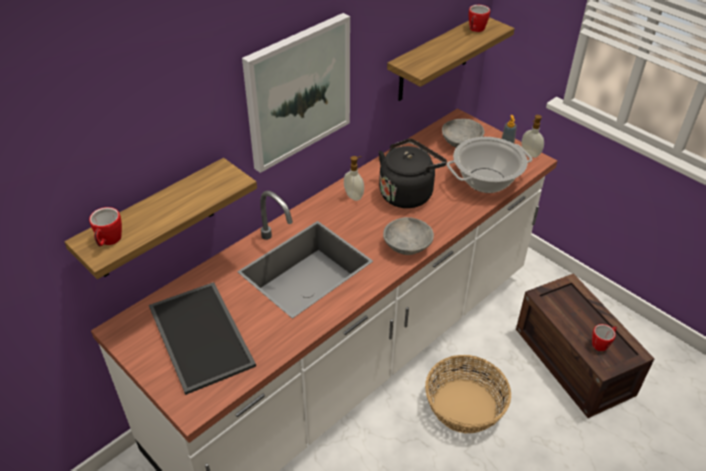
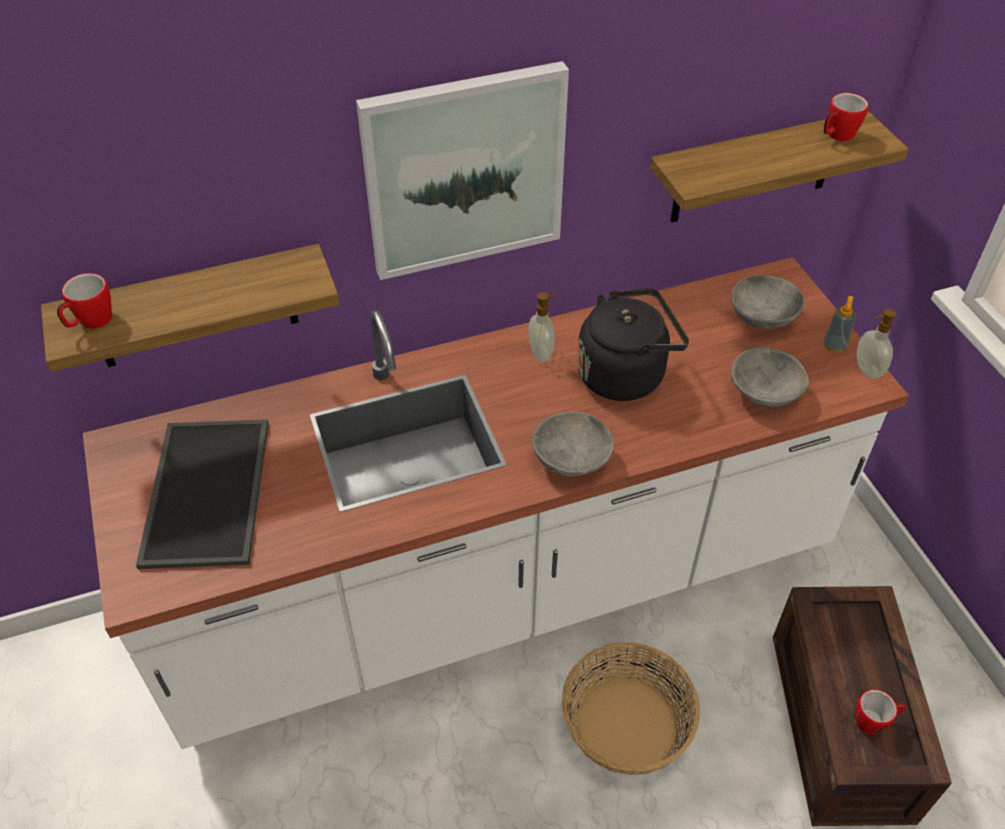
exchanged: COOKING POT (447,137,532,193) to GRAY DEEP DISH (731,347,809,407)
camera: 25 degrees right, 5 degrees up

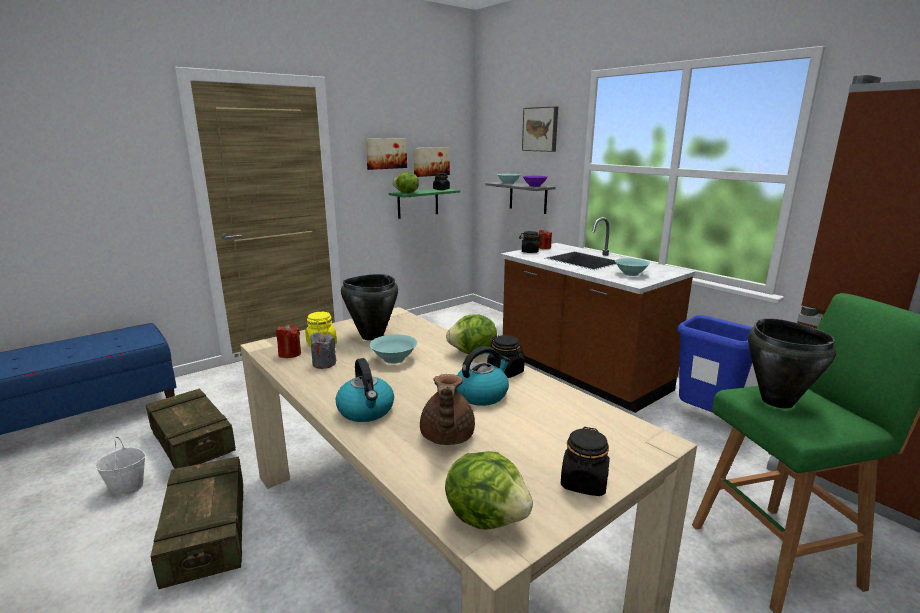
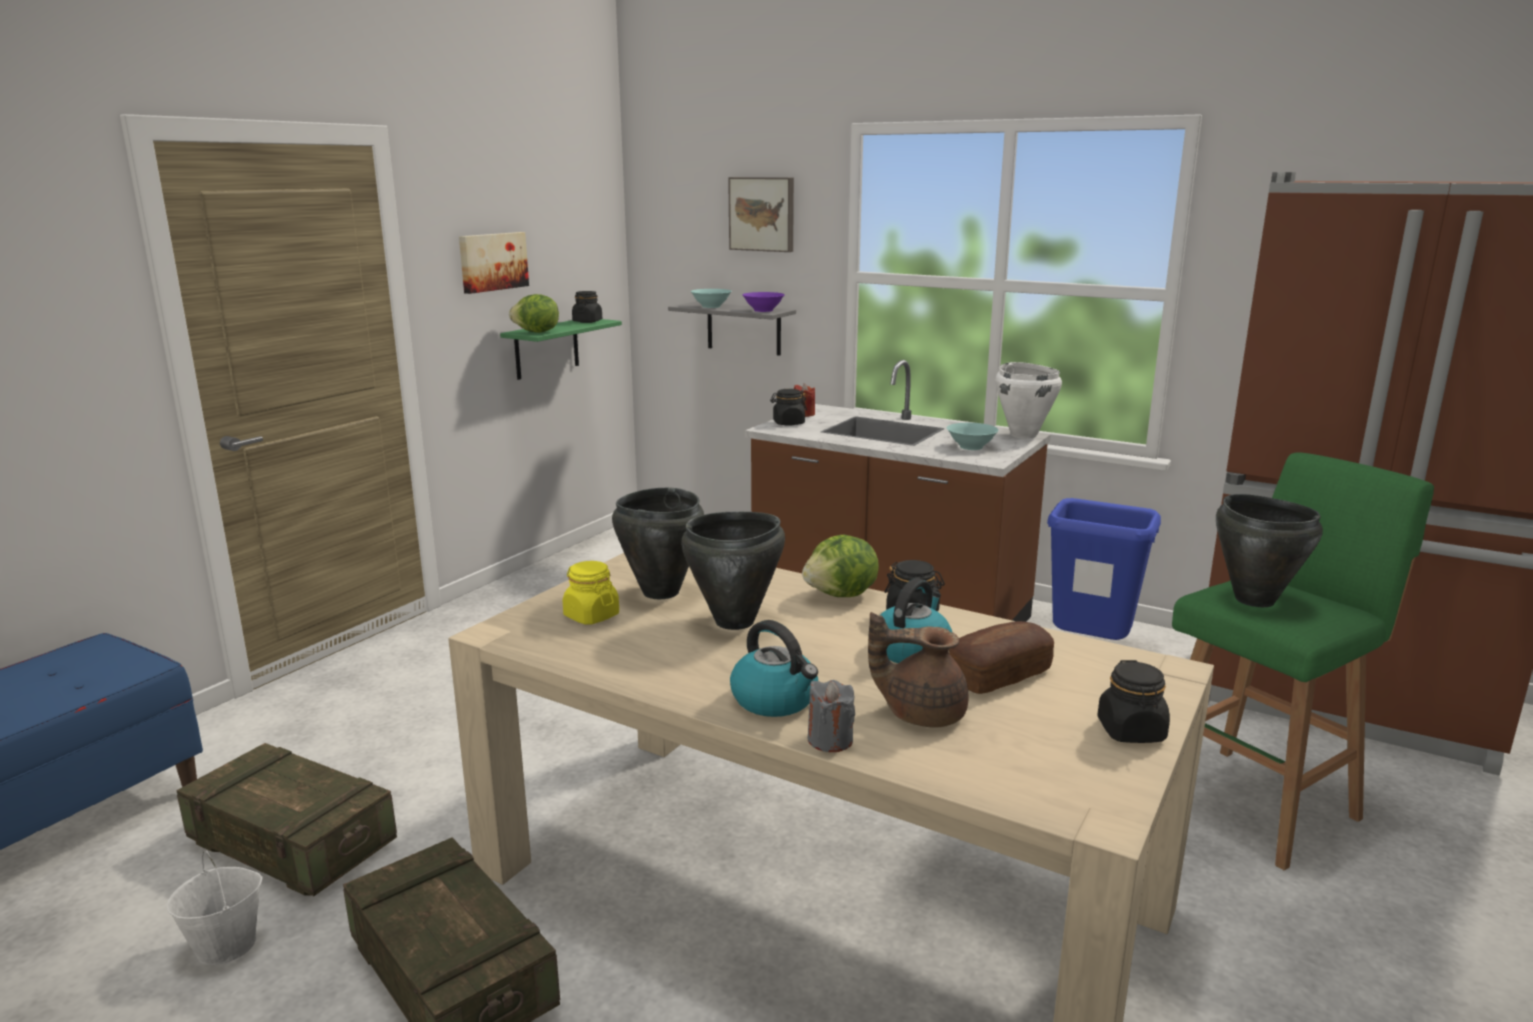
missing: WALL ART (413,147,450,177); RED-COLOURED CANDLE (276,324,301,358); LETTUCE HEAD (445,451,533,530)
appeared: WHITISH COOKING POT (995,362,1062,439); BAKERY BREAD (949,621,1054,694)
relocated: GRAY CANDLE (310,332,336,369) to (807,680,855,752)
exchanged: TURQUOISE-COLOURED DEEP DISH (369,334,417,364) to BLACK-COLOURED COOKING POT (681,512,785,630)
spun: BROWN TEAPOT (420,374,475,445) = (868,612,969,728) 120 degrees clockwise
camera: 20 degrees left, 0 degrees up

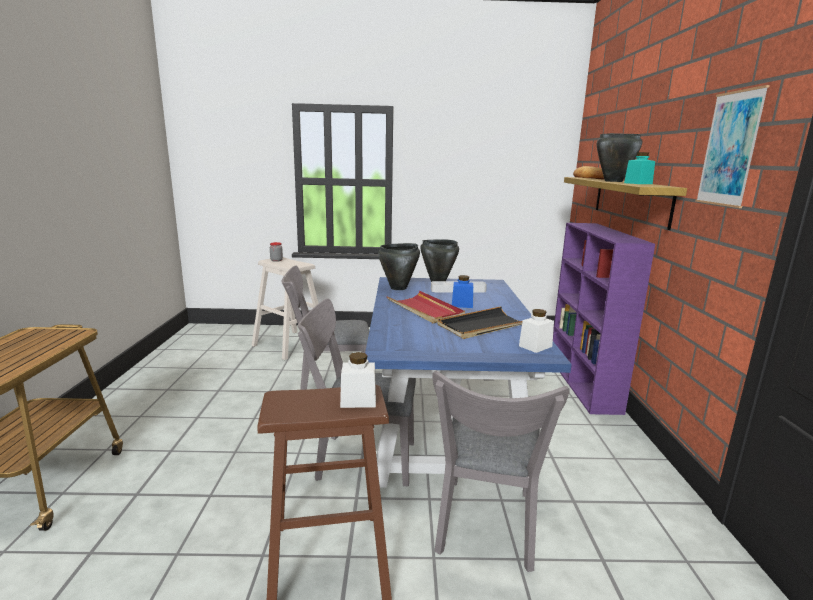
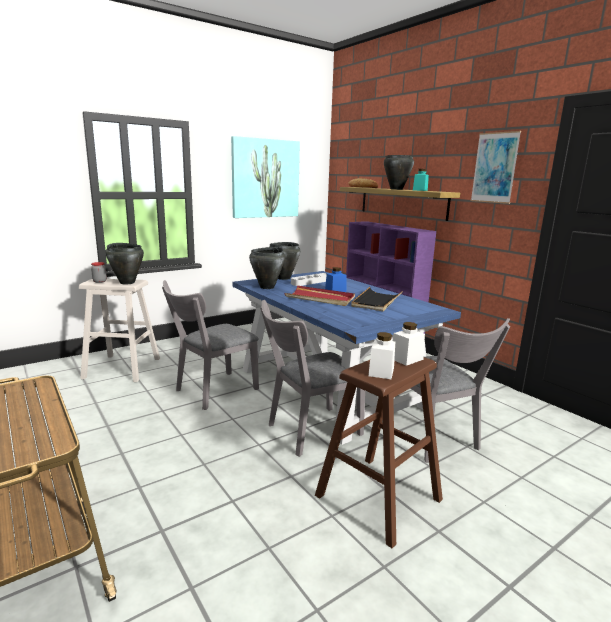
appeared: WALL ART (231,136,300,218); BLACK-COLOURED COOKING POT (105,243,144,284)
relocated: WHITISH PRESERVE JAR (519,309,554,353) to (368,332,395,379)
camera: 35 degrees left, 0 degrees up

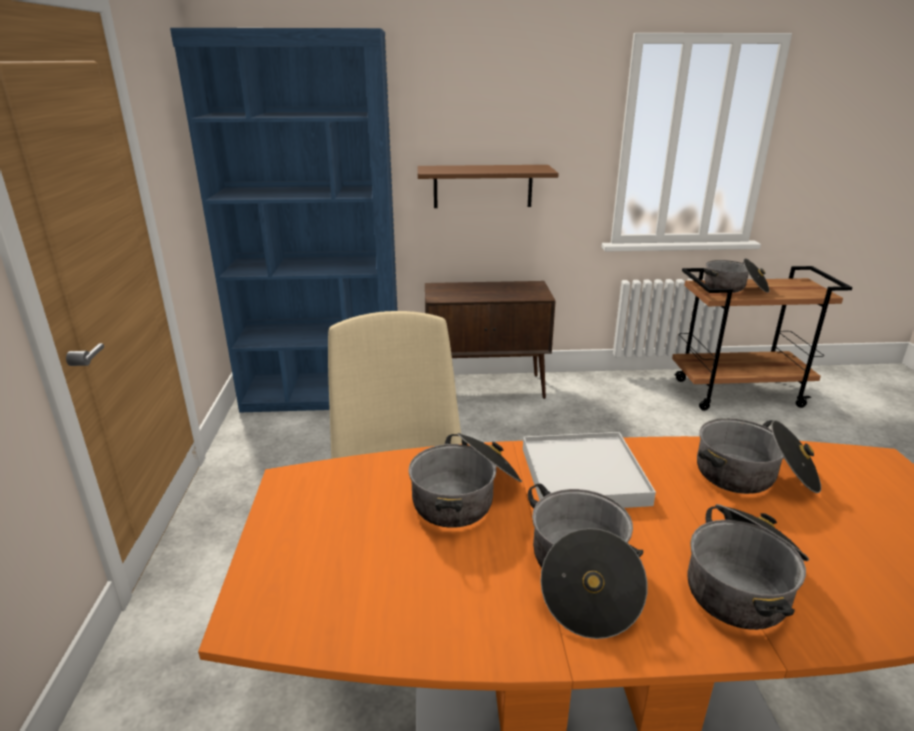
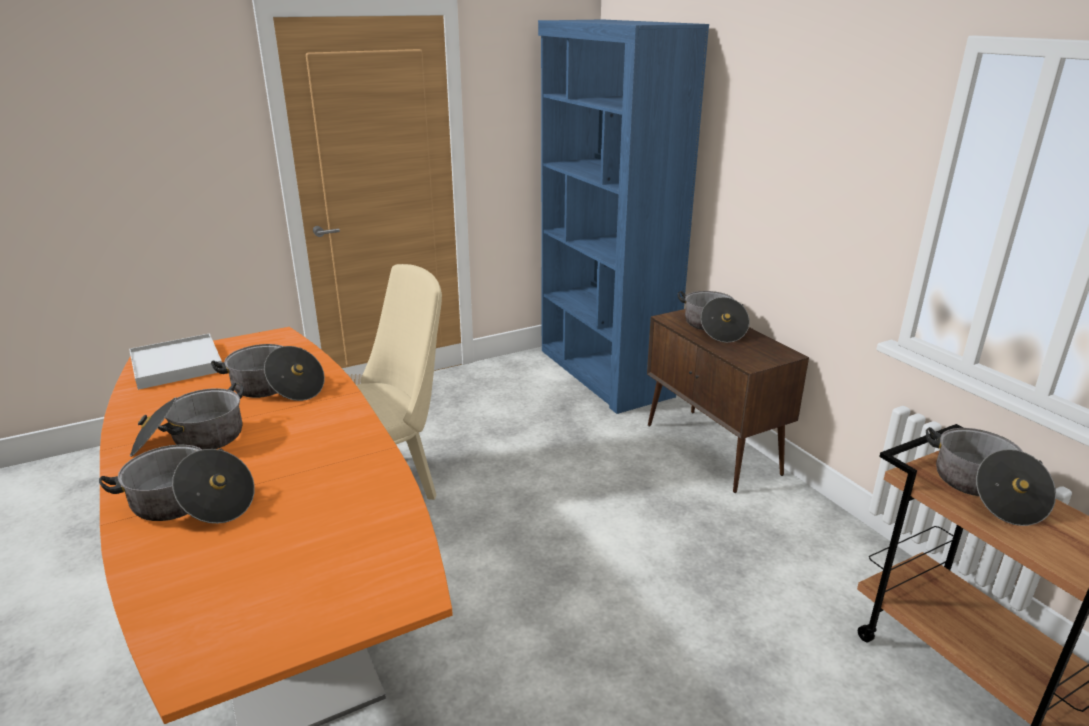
missing: BROWN SHELF (418,165,559,208)
relocated: COOKING POT (697,418,821,494) to (678,291,750,343); WHITISH TRAY (523,432,656,508) to (129,333,222,390)
camera: 65 degrees right, 0 degrees up

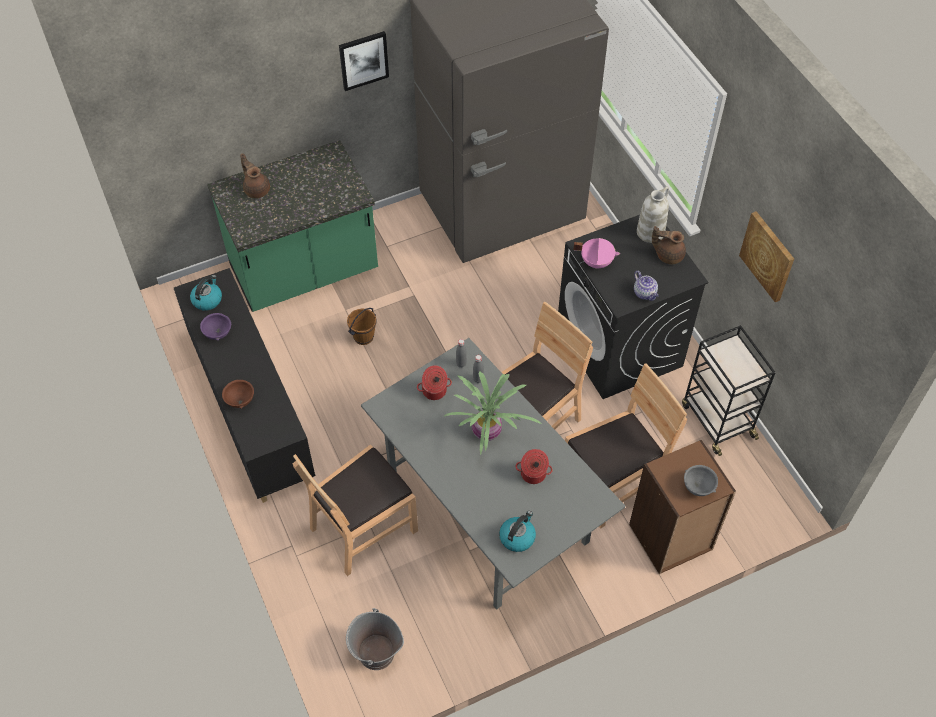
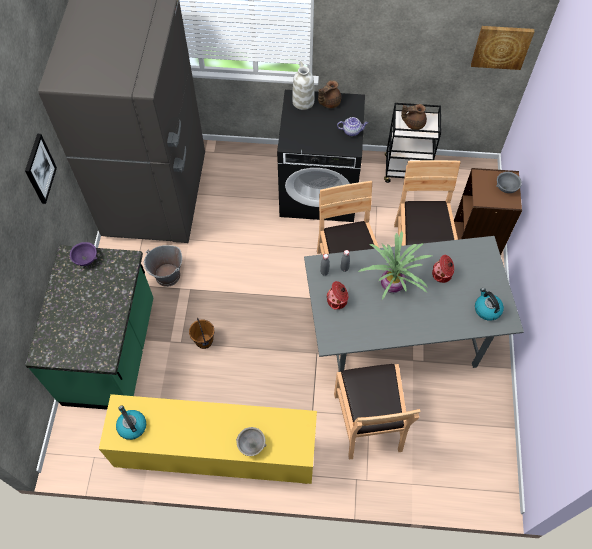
missing: PINKISH COOKING POT (573,238,620,269)
relocated: BROWN TEAPOT (240,153,270,198) to (401,104,427,130); WALL ART (739,211,794,302) to (471,26,534,70); PURPLISH DEEP DISH (200,313,231,340) to (70,242,97,266); GRAY PAIL (346,608,404,670) to (144,245,182,287)
colour: BLACK-COLOURED CUPBOARD (174,268,315,503) to YELLOW CUPBOARD (99,394,317,484); BROWN DEEP DISH (222,380,254,409) to GRAY DEEP DISH (236,427,267,456)
camera: 60 degrees left, 5 degrees up

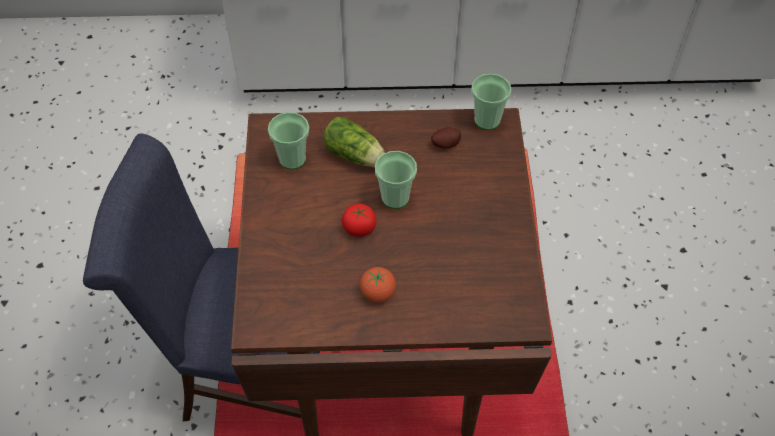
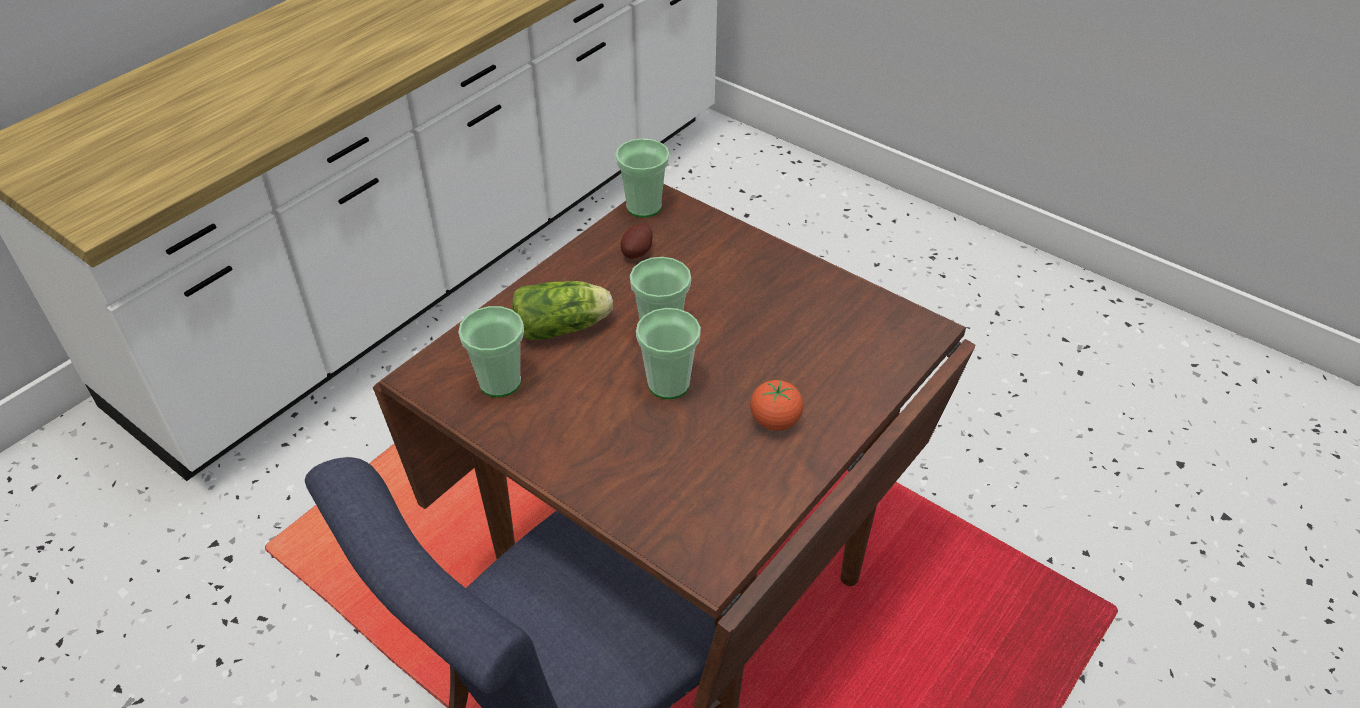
exchanged: FRESH TOMATO (342,204,376,237) to CUP (636,308,701,399)
camera: 50 degrees left, 10 degrees down

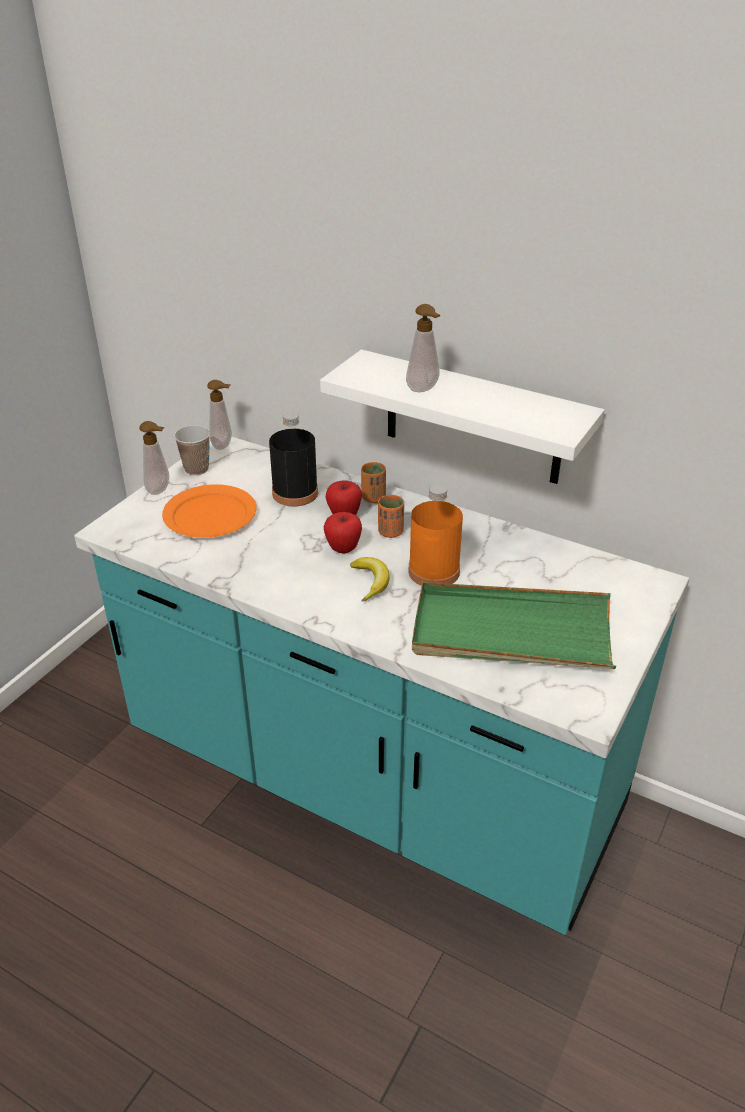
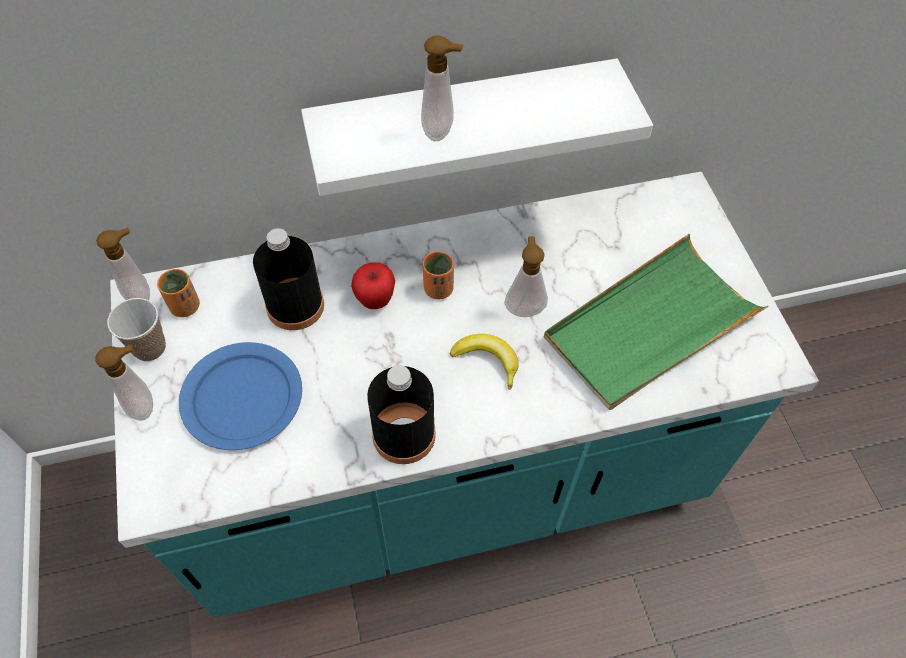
missing: APPLE (324,512,362,553)
appeared: BLACK-COLOURED BEVERAGE BOTTLE (367,365,436,464)
relocated: ORANGE CUP (361,462,386,503) to (157,269,200,317)
exchanged: ORANGE BEVERAGE BOTTLE (408,484,463,586) to SOAP BOTTLE (504,236,548,317)
colour: ORANGE DINNER PLATE (162,484,257,538) to BLUE DINNER PLATE (179,342,302,450)
camera: 45 degrees left, 20 degrees up

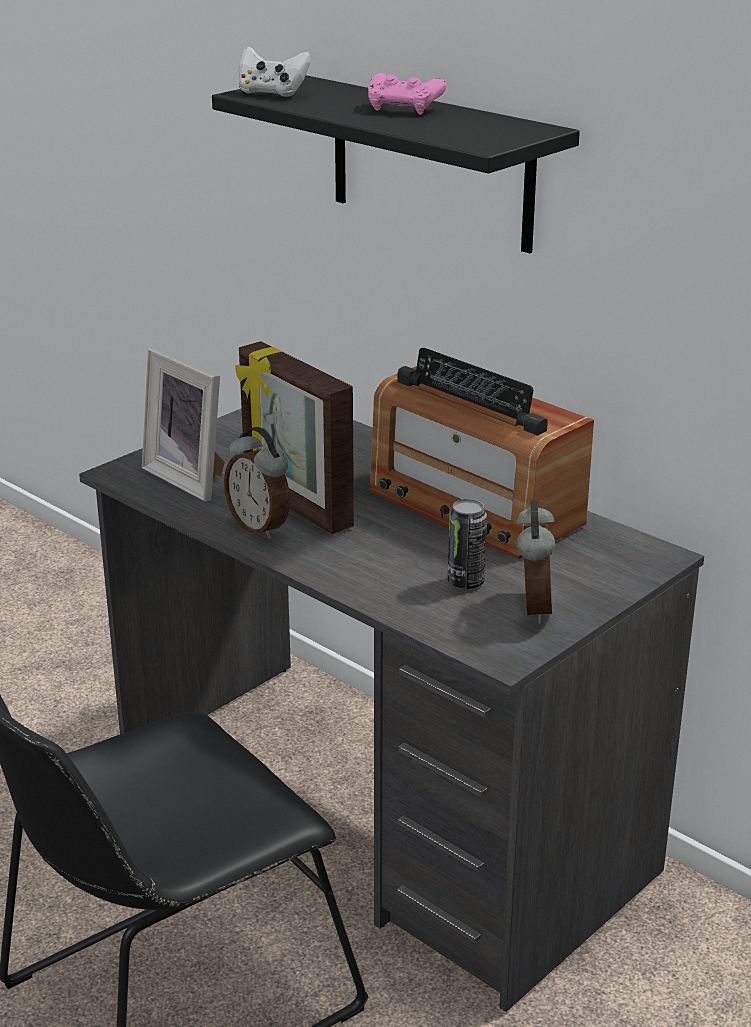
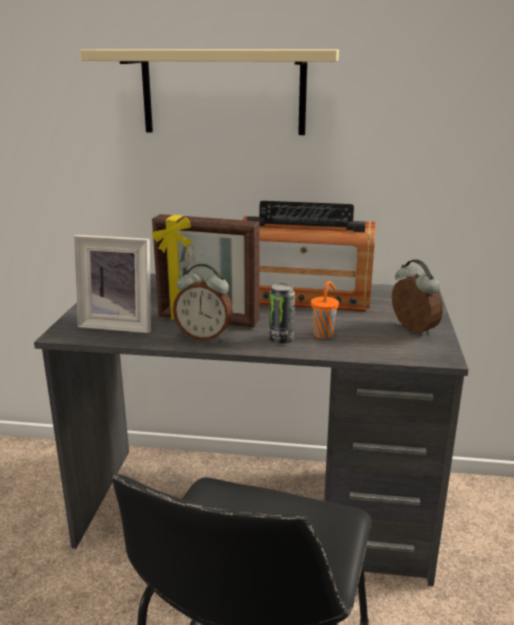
missing: WHITISH GAME CONTROLLER (239,47,311,97); PINKISH GAME CONTROLLER (368,73,447,115)
appeared: ORANGE CUP (311,281,339,339)
relocated: CAN (448,499,487,589) to (269,283,295,344)
colour: BLACK-COLOURED SHELF (212,75,580,253) to SAND-COLOURED SHELF (80,49,339,135)
camera: 35 degrees left, 5 degrees down

